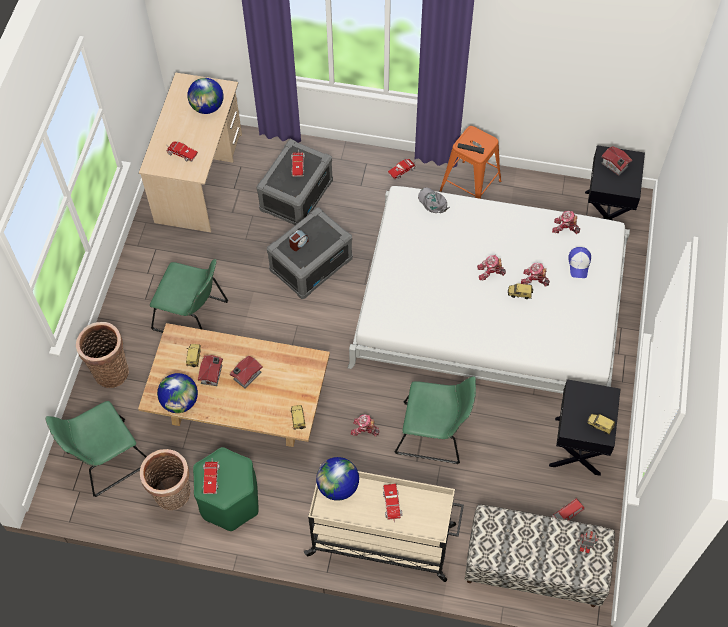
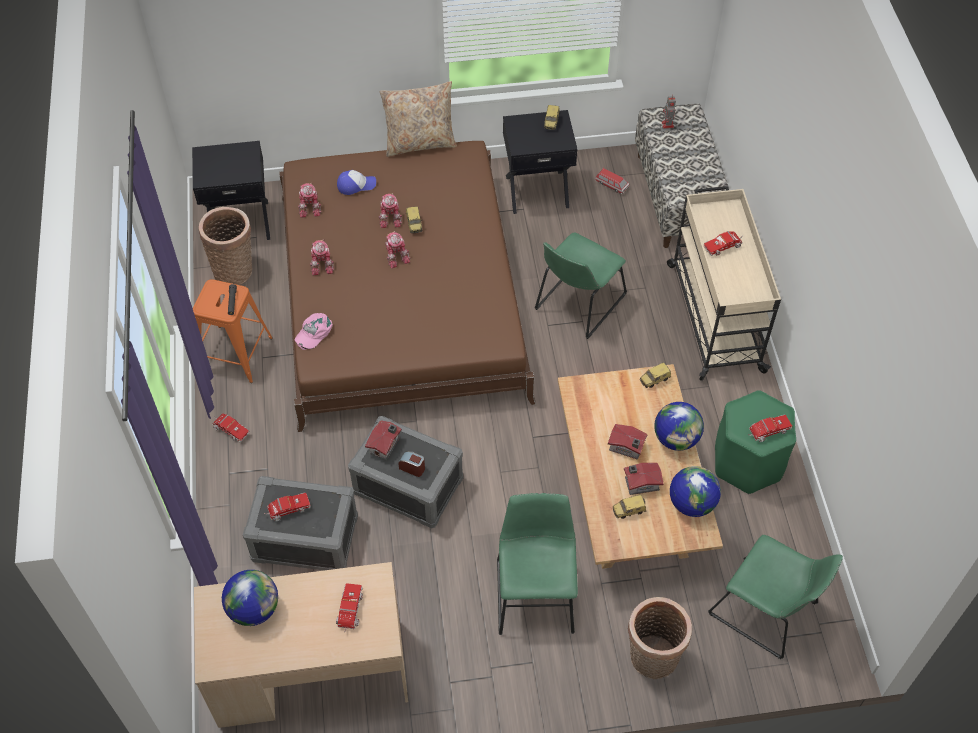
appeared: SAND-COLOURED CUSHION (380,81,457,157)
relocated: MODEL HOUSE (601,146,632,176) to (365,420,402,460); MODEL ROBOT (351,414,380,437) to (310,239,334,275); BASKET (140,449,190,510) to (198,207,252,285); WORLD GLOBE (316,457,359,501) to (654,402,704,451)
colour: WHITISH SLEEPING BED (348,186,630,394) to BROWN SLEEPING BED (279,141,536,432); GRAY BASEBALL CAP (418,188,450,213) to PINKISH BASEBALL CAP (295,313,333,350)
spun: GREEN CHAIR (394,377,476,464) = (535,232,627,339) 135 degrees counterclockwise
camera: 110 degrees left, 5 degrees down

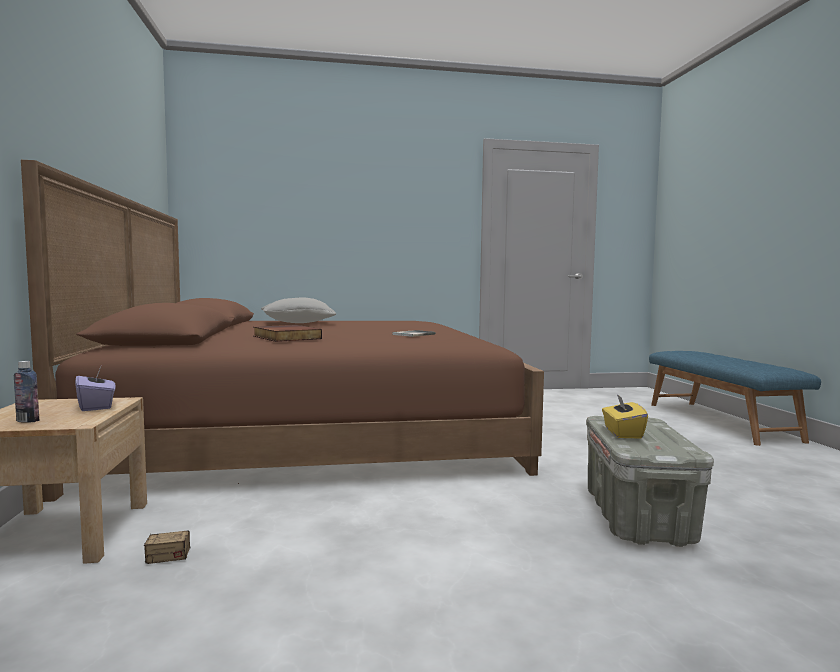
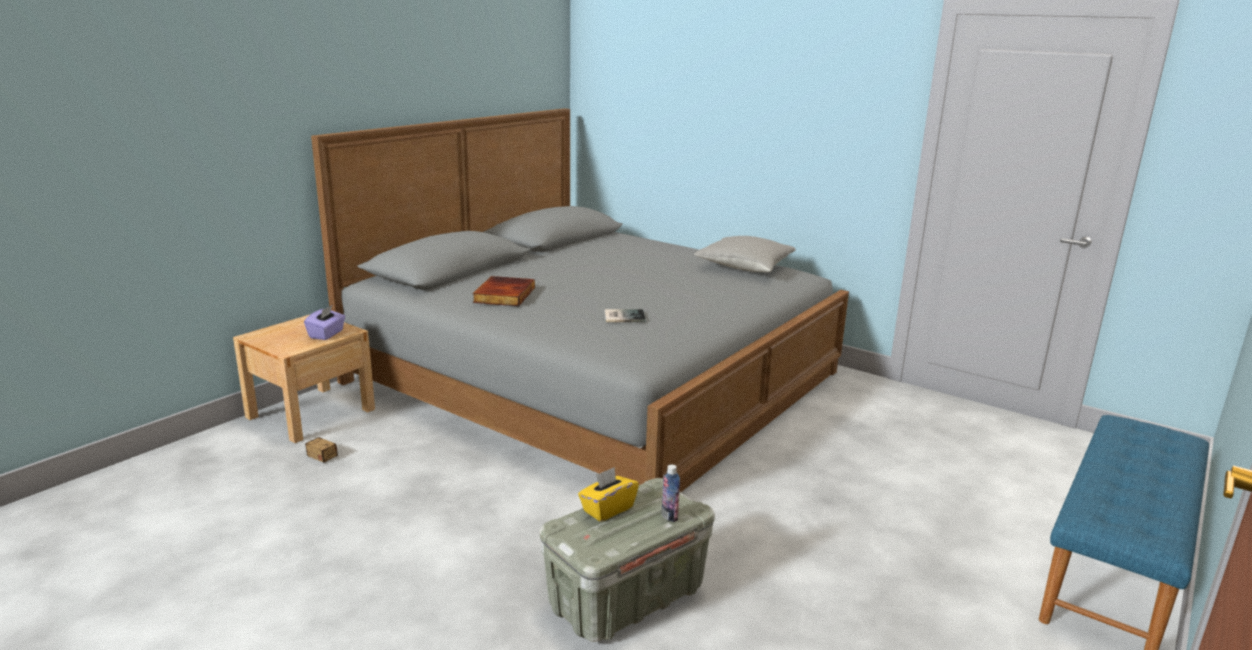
relocated: GRAY CUSHION (261,298,336,323) to (694,236,796,272); BEVERAGE BOTTLE (14,361,39,423) to (662,465,680,522)
colour: BROWN SLEEPING BED (21,160,544,502) to GRAY SLEEPING BED (311,108,849,492)
camera: 45 degrees right, 15 degrees up

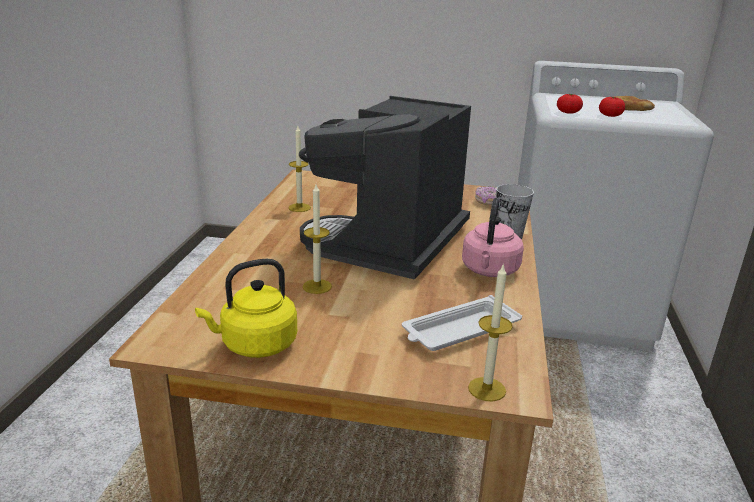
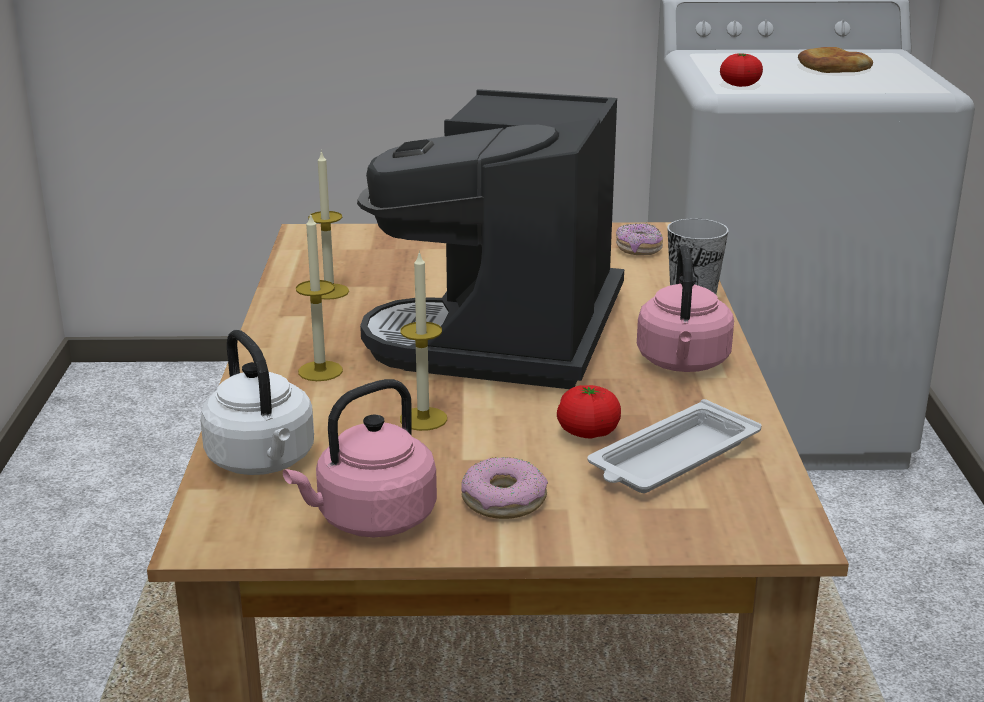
appeared: WHITISH KETTLE (200,330,314,475); RING DOUGHNUT (461,457,548,519)
relocated: FRESH TOMATO (599,97,625,117) to (557,385,621,439); CANDLE (468,263,513,401) to (296,212,343,381)
colour: YELLOW KETTLE (195,259,297,358) to PINKISH KETTLE (283,379,437,537)
camera: 10 degrees left, 0 degrees up

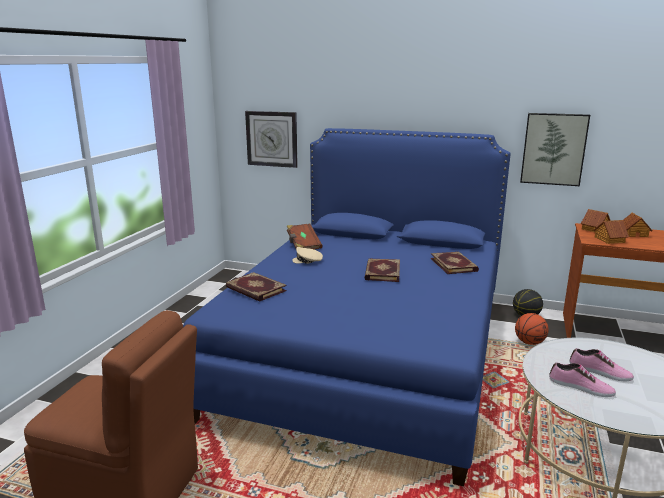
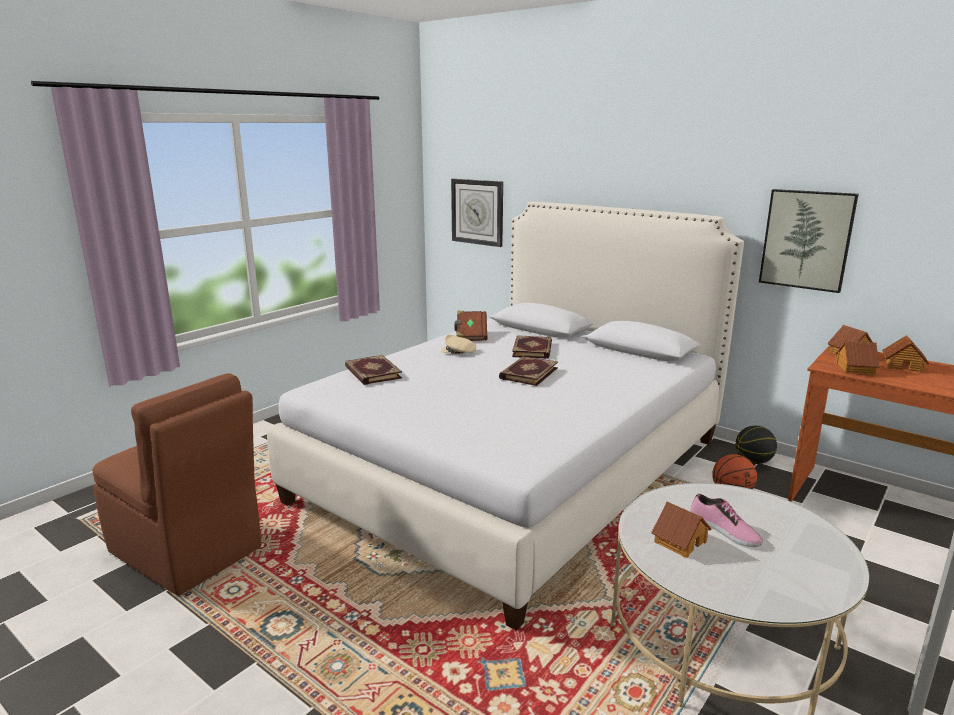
relocated: BOUND BOOK (430,252,479,274) to (512,335,552,359)
exchanged: ITEM OF FOOTWEAR (549,362,616,397) to MODEL HOUSE (651,501,711,558)
colour: BLUE SLEEPING BED (183,128,511,486) to WHITISH SLEEPING BED (267,202,744,631)
camera: 20 degrees right, 0 degrees up

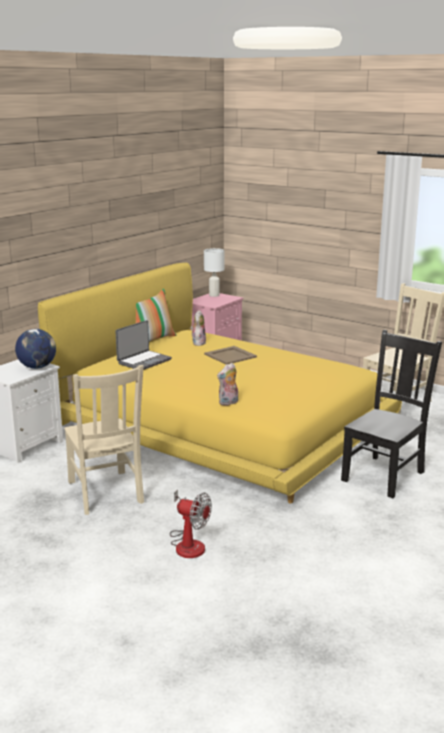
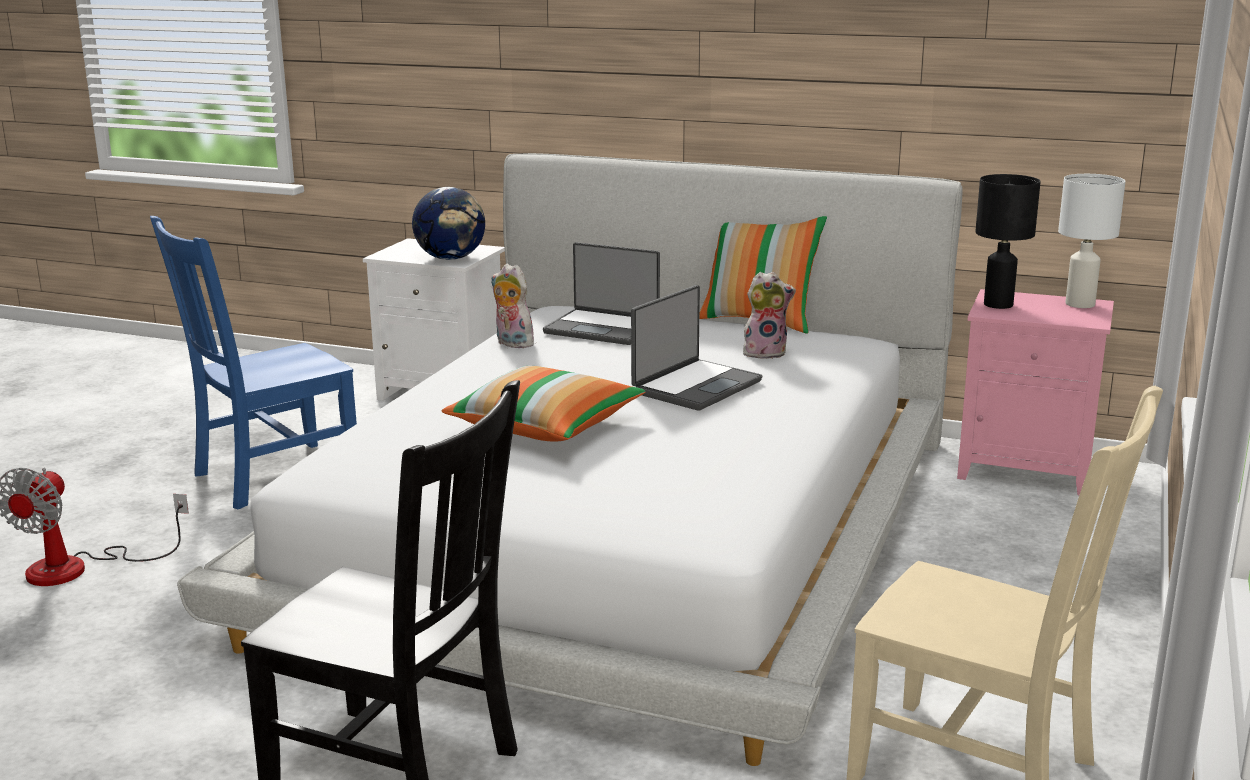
appeared: BLACK-COLOURED TABLE LAMP (975,174,1041,309); CUSHION (442,366,645,442)
relocated: PLUSH TOY (217,363,238,406) to (491,264,534,348)
exchanged: SAND-COLOURED TRAY (204,346,257,364) to LAPTOP (631,285,762,411)
colour: YELLOW SLEEPING BED (38,263,402,503) to WHITISH SLEEPING BED (177,153,963,766); SAND-COLOURED CHAIR (64,365,144,515) to BLUE CHAIR (150,216,357,509)
camera: 75 degrees right, 0 degrees up

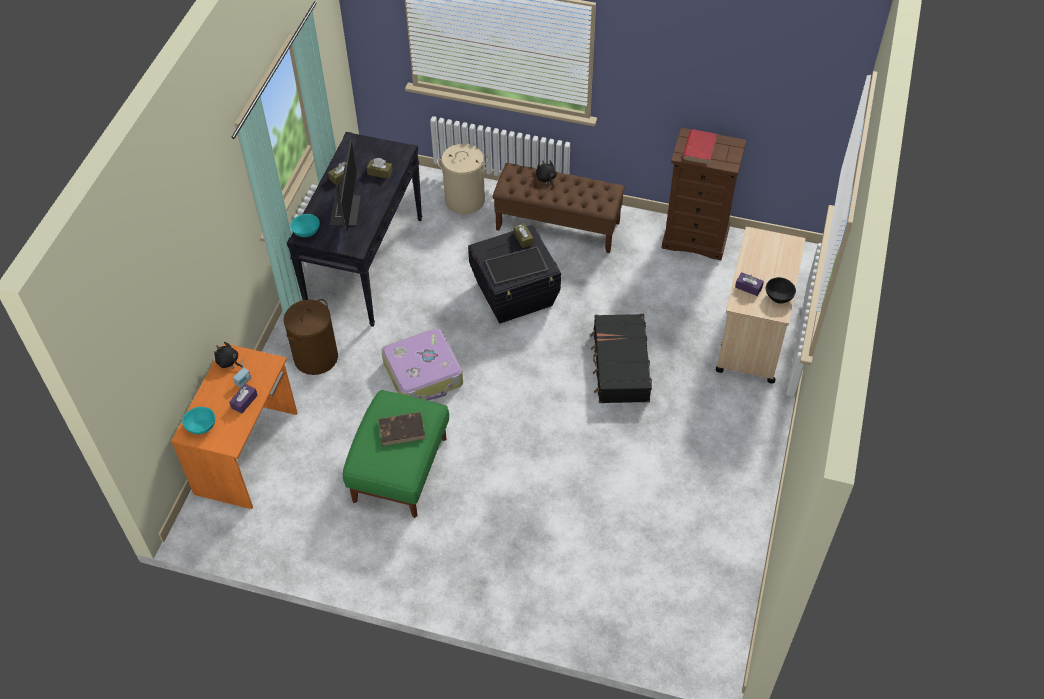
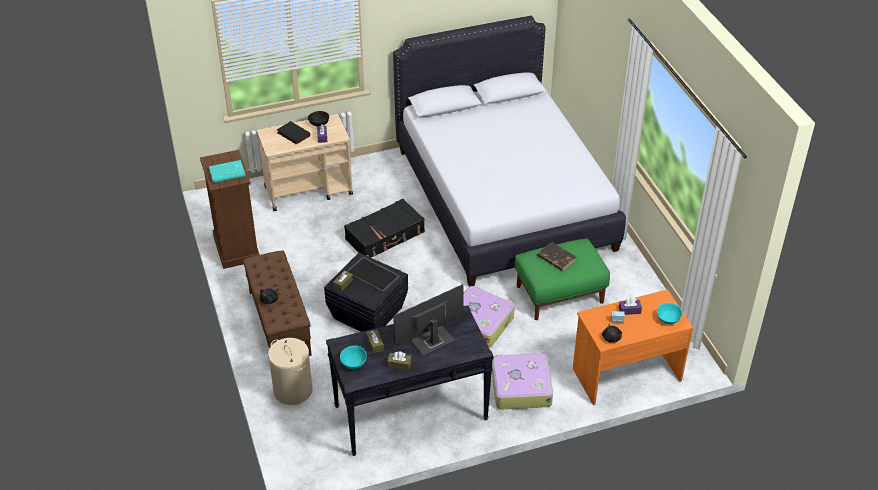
appeared: WHITISH SLEEPING BED (393,16,626,287); BLACK-COLOURED BOUND BOOK (277,121,310,144)
relocated: TURQUOISE-COLOURED DEEP DISH (290,214,320,237) to (340,346,367,369)
exchanged: BROWN LAUNDRY BASKET (284,299,338,375) to SUITCASE (492,352,553,409)
colour: RED-COLOURED BOUND BOOK (682,129,717,165) to TURQUOISE-COLOURED BOUND BOOK (209,160,246,183)
camera: 125 degrees left, 10 degrees down

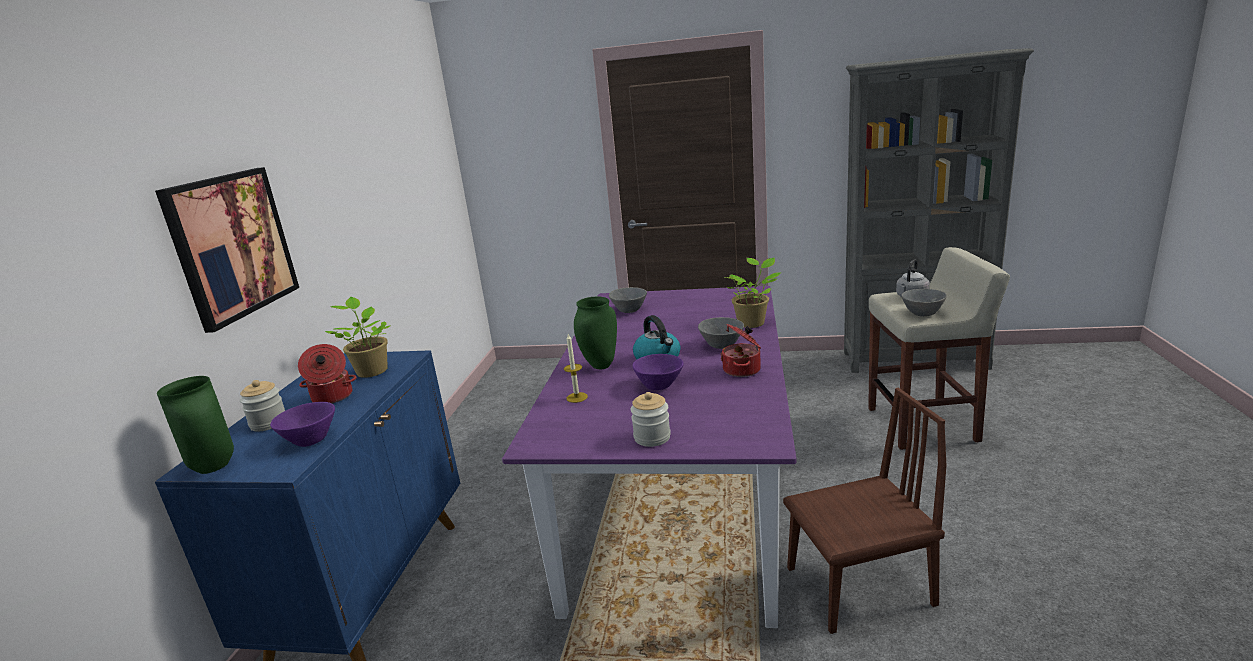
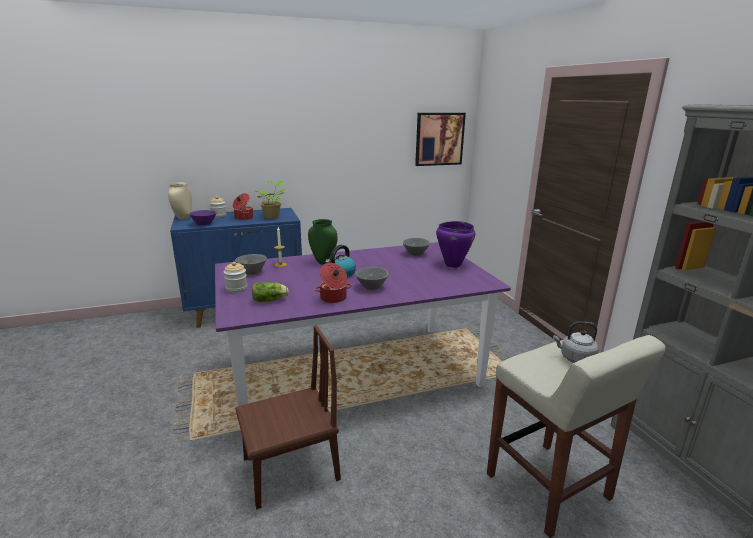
missing: PLANT IN A POT (725,258,781,328); PURPLISH DEEP DISH (633,354,684,390)
appeared: PURPLISH COOKING POT (436,221,475,268); LETTUCE HEAD (252,282,289,302)
relocated: WALL ART (155,167,299,333) to (415,113,466,166); GRAY DEEP DISH (901,289,947,316) to (235,254,267,275)
colour: GREEN VASE (157,376,234,474) to SAND-COLOURED VASE (168,182,192,220)
spun: BROWN CHAIR (783,388,946,634) = (235,325,341,509) 75 degrees counterclockwise
camera: 60 degrees right, 0 degrees up

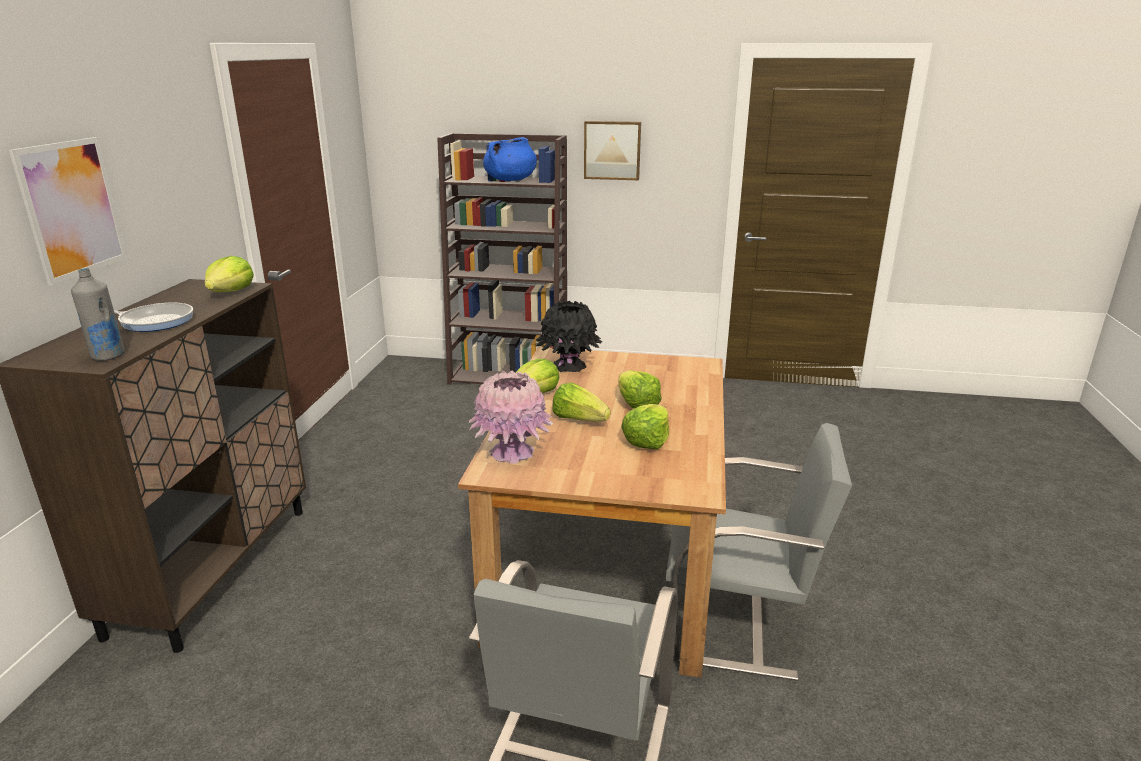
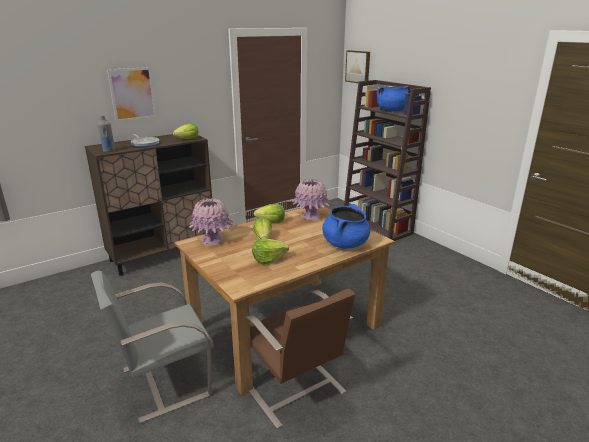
missing: LETTUCE HEAD (618,370,662,409)
appeared: BLUE COOKING POT (322,204,370,249)
relocated: WALL ART (584,121,641,180) to (345,50,370,83)
colour: BLACK-COLOURED VASE (536,300,602,372) to PINKISH VASE (292,178,330,220); GRAY CHAIR (666,423,852,681) to BROWN CHAIR (245,289,355,429)
camera: 45 degrees right, 0 degrees up

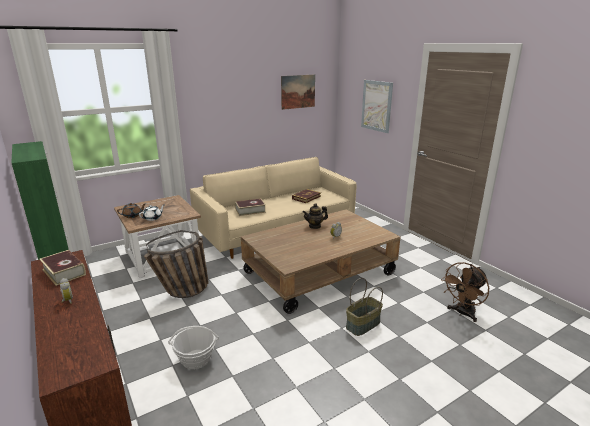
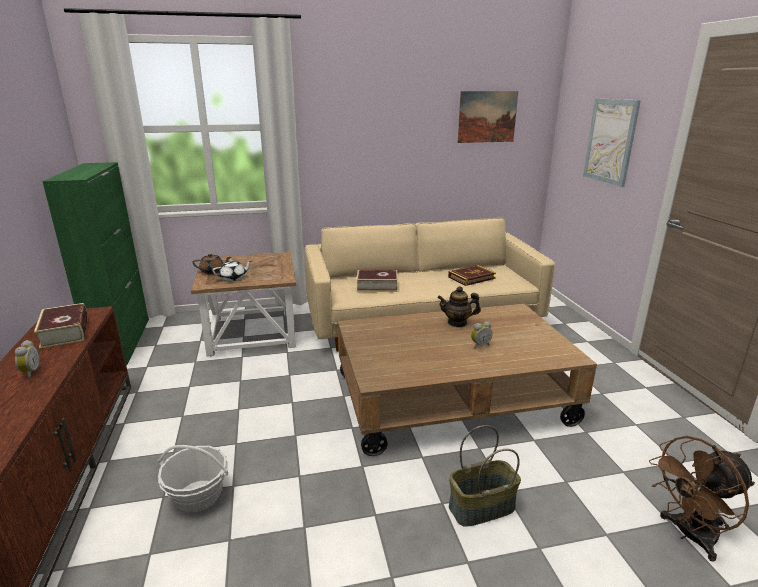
missing: BASKET (144,230,209,298)
camera: 20 degrees right, 0 degrees up

